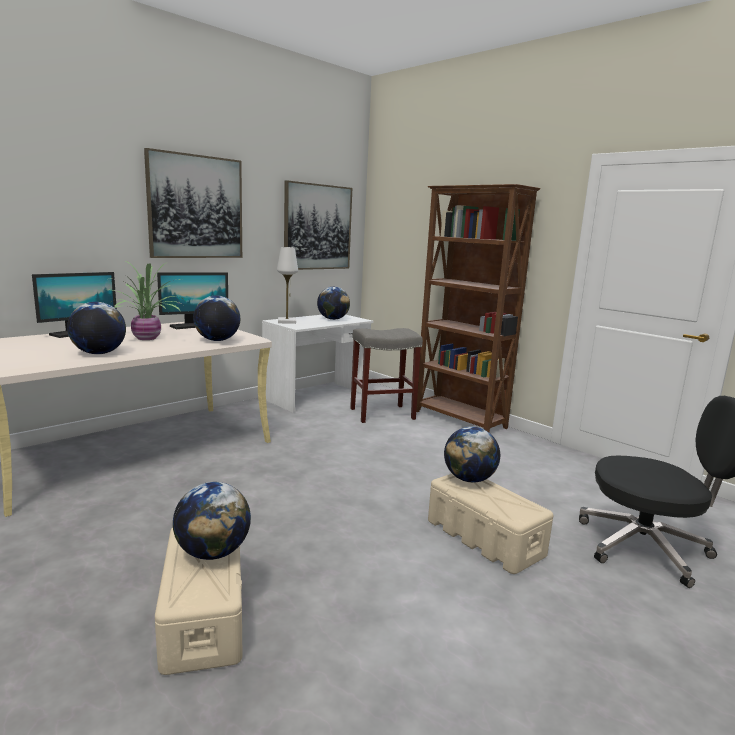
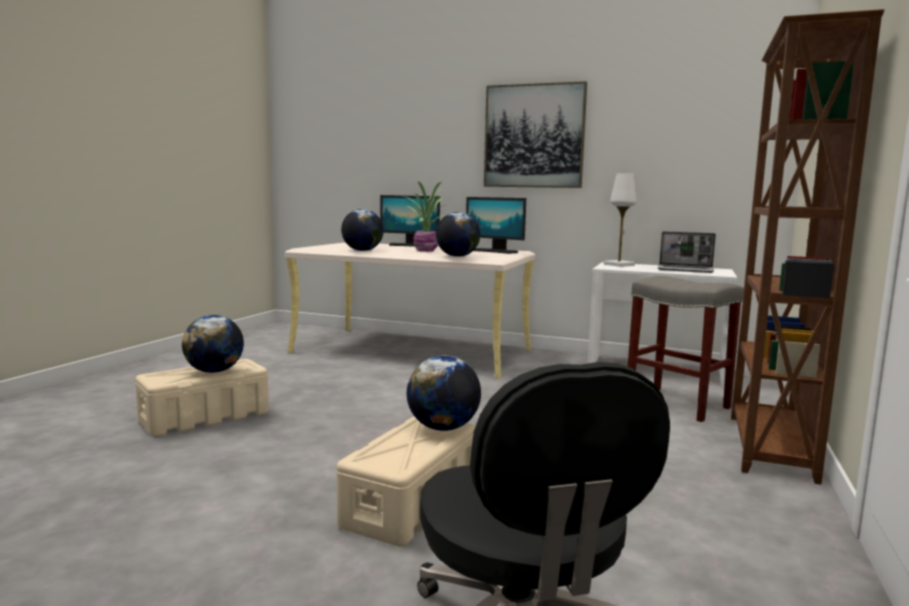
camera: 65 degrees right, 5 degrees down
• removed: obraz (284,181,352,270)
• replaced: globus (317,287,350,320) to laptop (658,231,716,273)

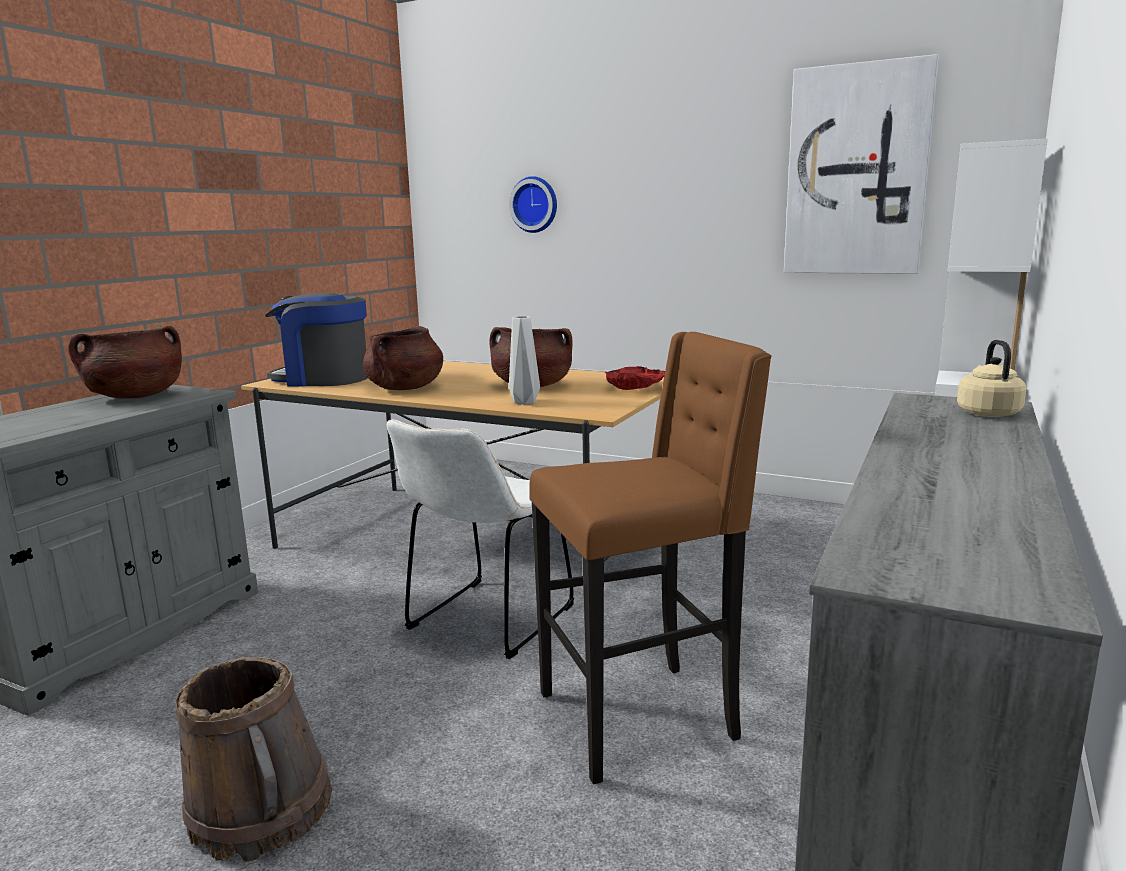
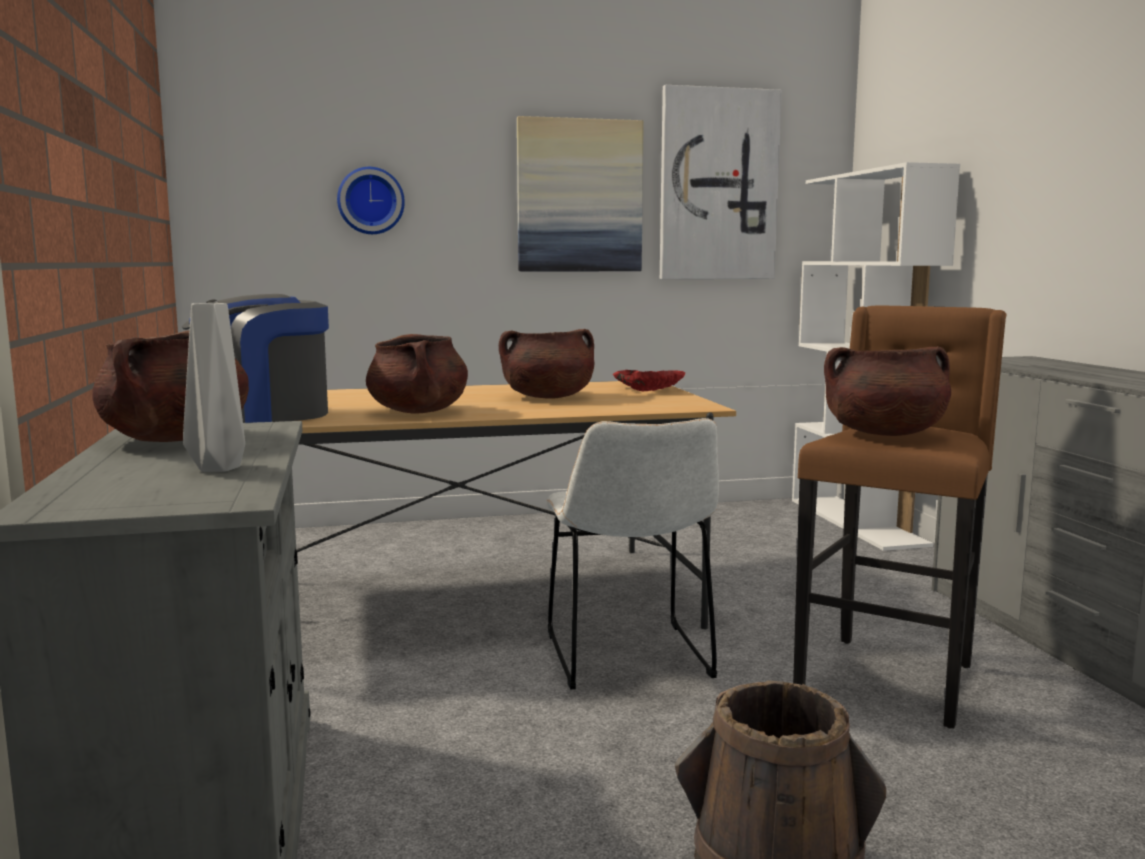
camera: 40 degrees left, 5 degrees down
• moved: wazon/szary (509,316,540,405) to (183,303,245,472)
• removed: czajnik/beżowy (957,340,1026,417)
• added: obraz (517,116,644,271)
• added: garnek/brązowy (824,346,951,436)

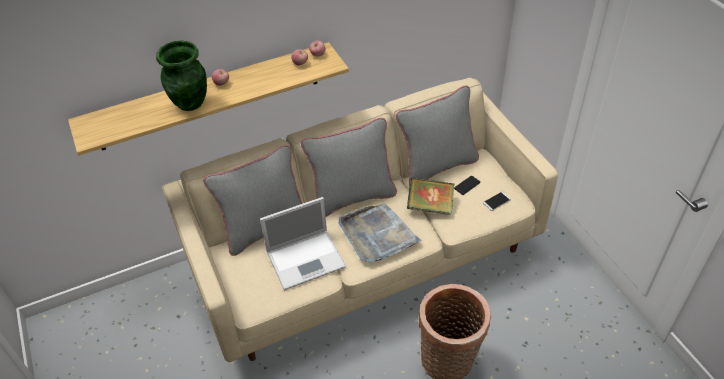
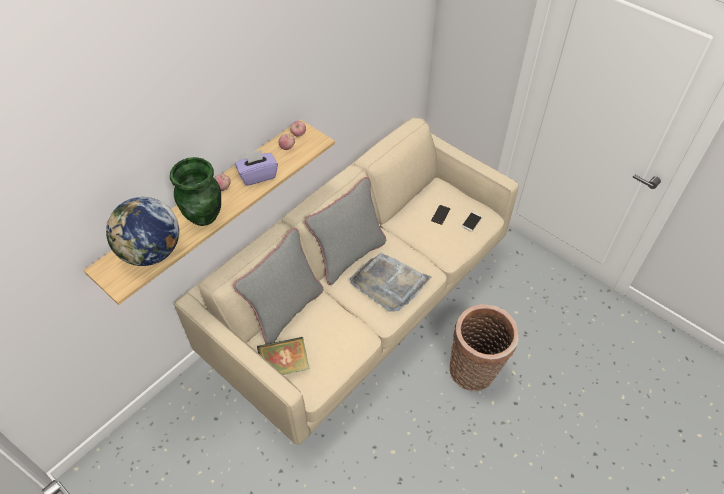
camera: 25 degrees left, 5 degrees up
• removed: laptop (260,197,346,290)
• removed: poduszka/szary (396,86,479,186)
• moved: książka (407,177,454,215) to (257,337,310,375)
• added: globus (106,197,179,266)
• added: pudełko chusteczek/fioletowy (235,150,278,186)

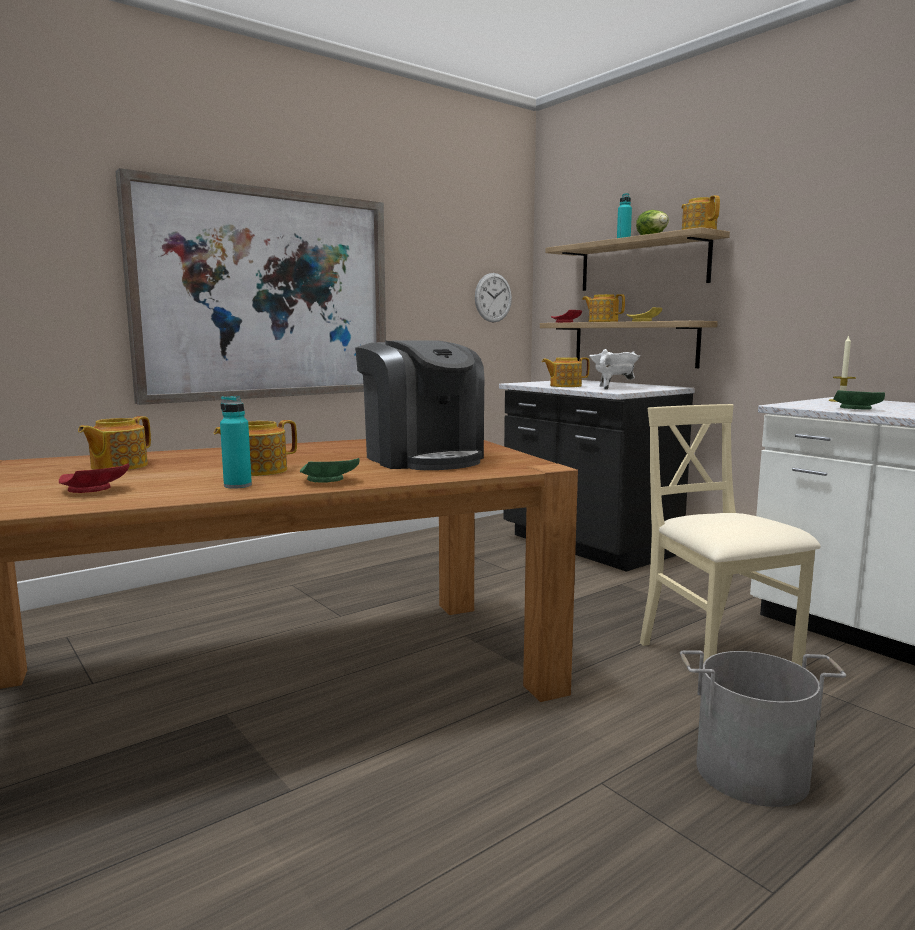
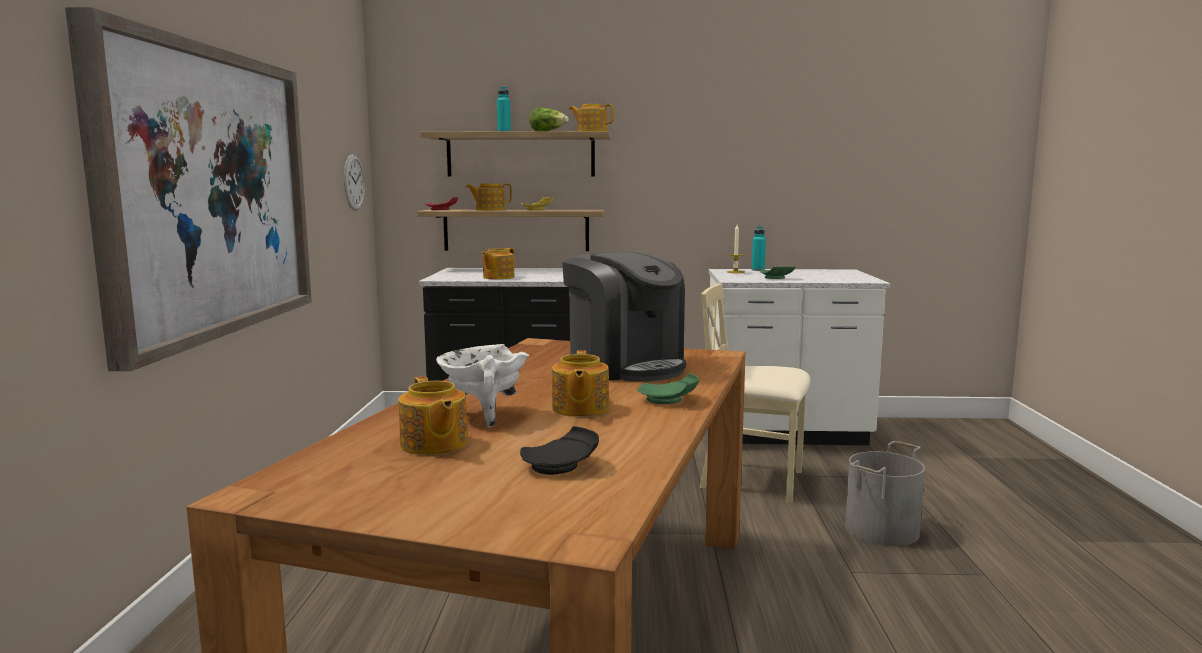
camera: 50 degrees left, 0 degrees up
• recoloured: talerz/czerwony (59,463,129,493) to talerz/czarny (520,426,599,475)
• moved: butelka/turkusowy (220,396,252,489) to (752,226,766,271)
• turned: ekspres do kawy (355,340,484,470) = (562,252,686,382) 45 degrees clockwise
• moved: garnek/biały (589,349,640,390) to (436,344,529,428)

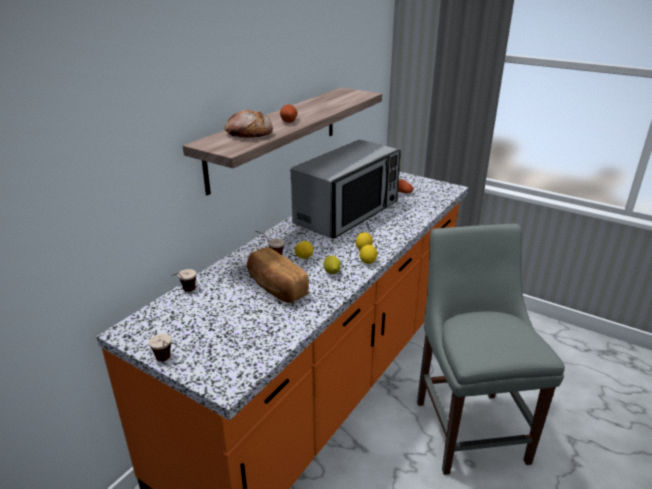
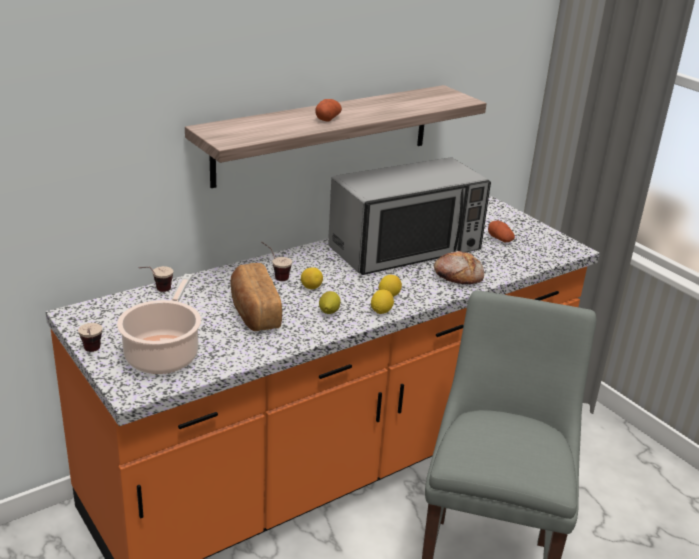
camera: 20 degrees right, 0 degrees up
• moved: chleb (225,110,273,138) to (434,251,484,284)
• added: garnek (117,274,201,374)

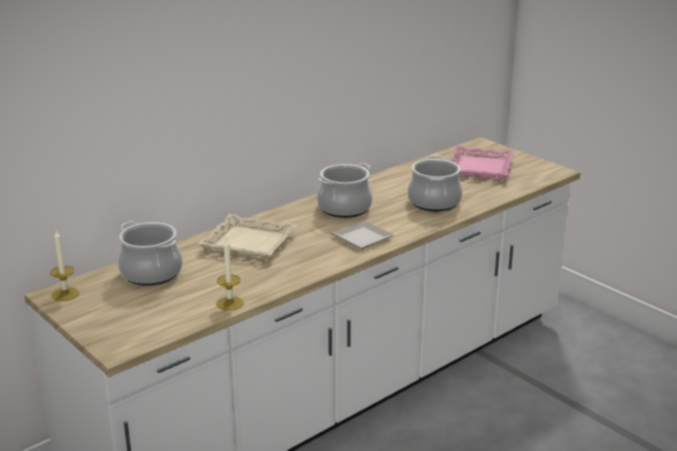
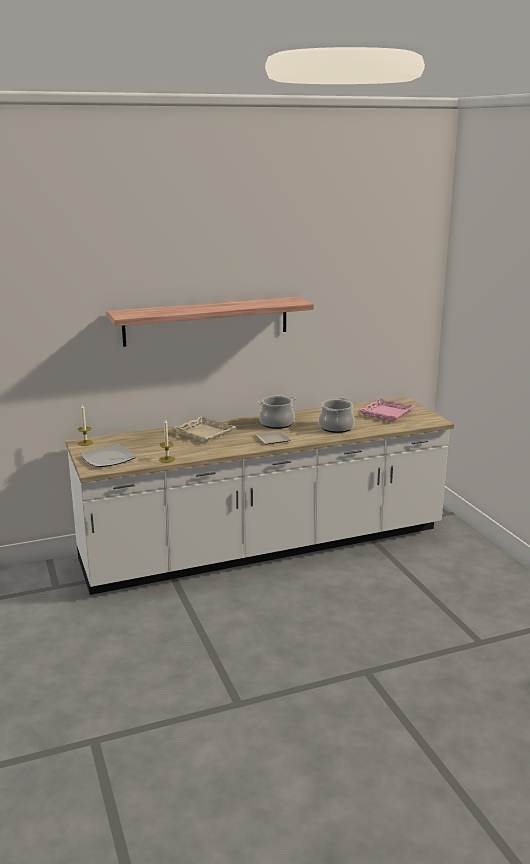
camera: 20 degrees right, 5 degrees down
• removed: garnek (118,221,182,286)
• added: talerz (80,444,136,467)
• added: półka (107,297,314,347)

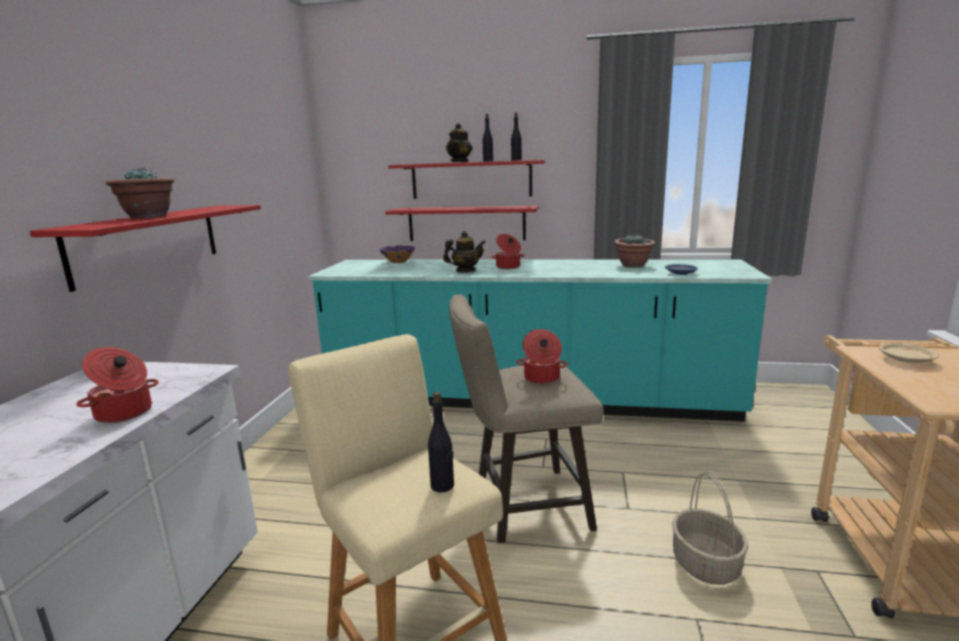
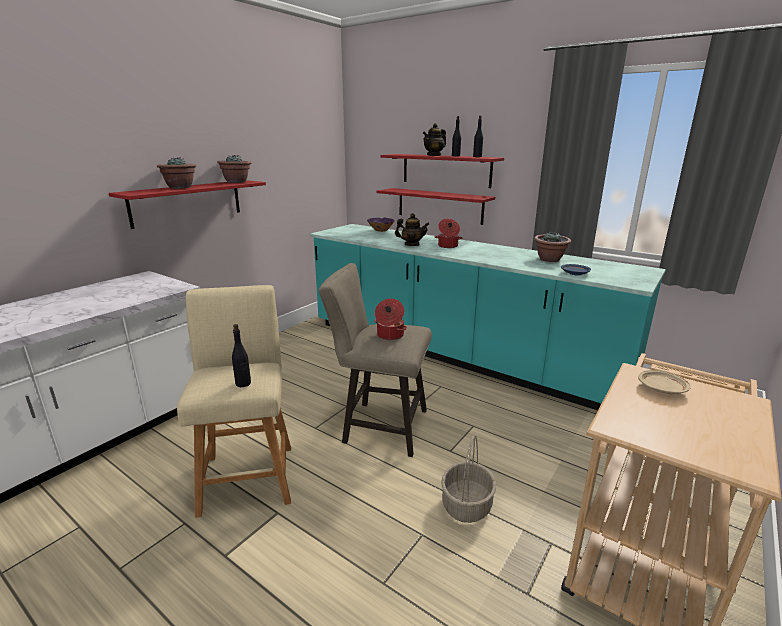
camera: 25 degrees right, 5 degrees up
• removed: garnek (76,347,159,423)
• added: roślina doniczkowa (217,155,251,183)

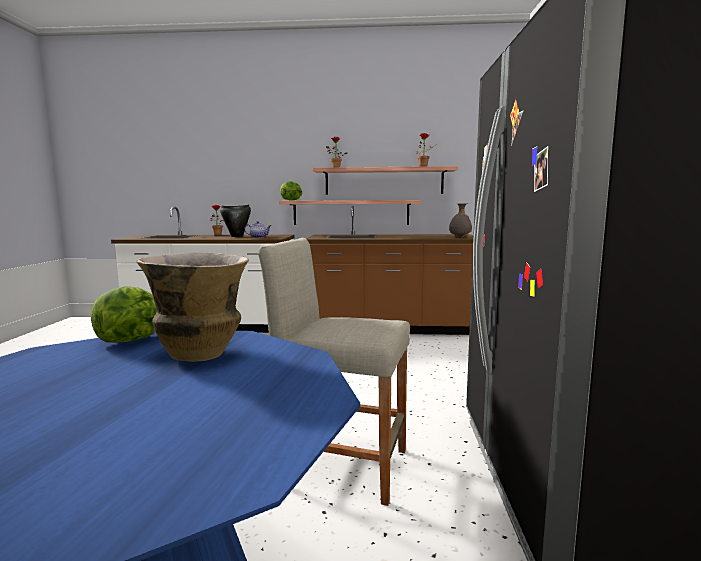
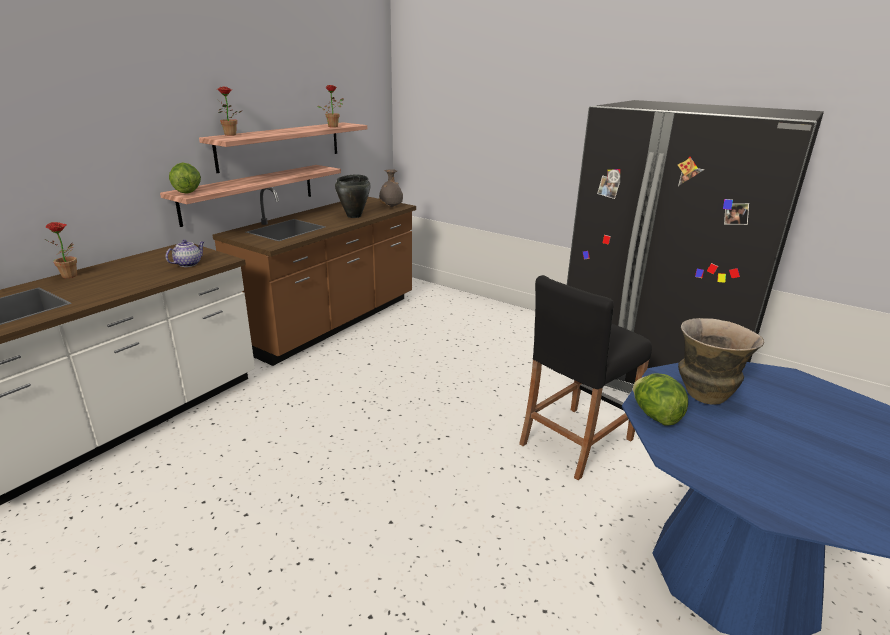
camera: 60 degrees left, 15 degrees up
• moved: garnek/czarny (220,204,251,237) to (335,174,371,218)
• recoloured: stołek/beżowy (259,238,410,506) to stołek/czarny (519,275,652,480)

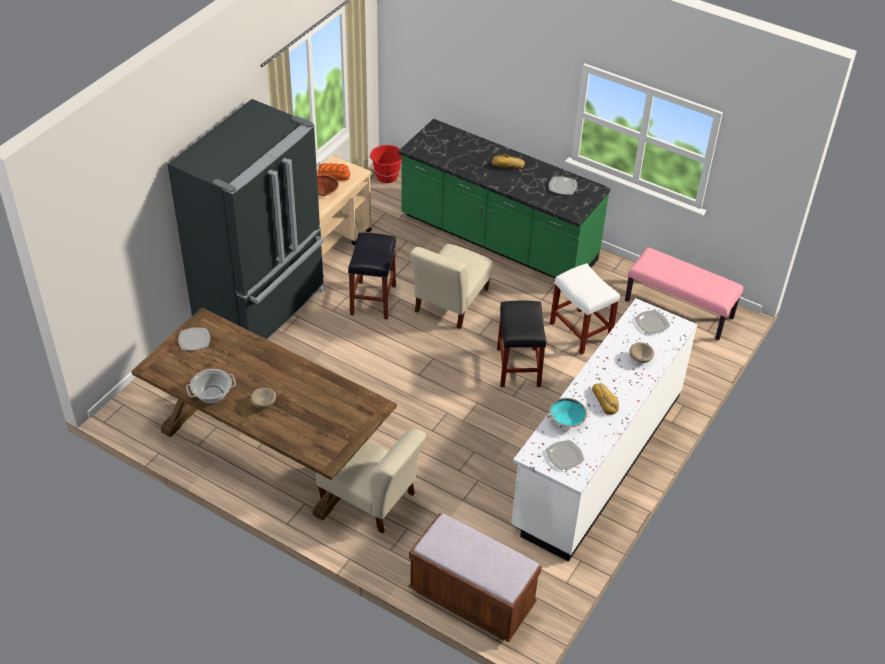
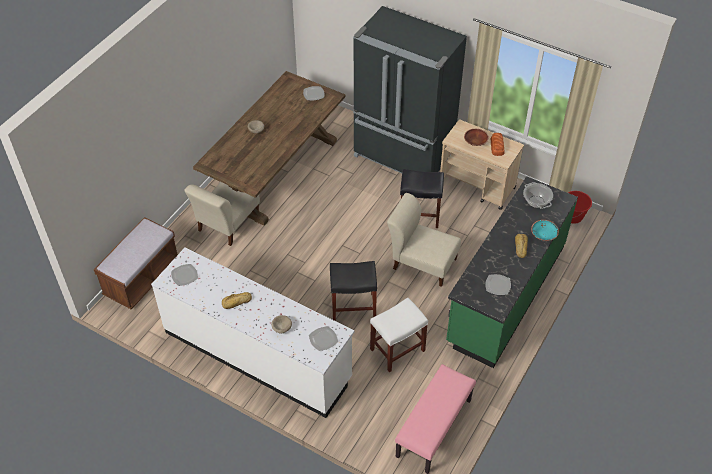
camera: 90 degrees right, 5 degrees up
• moved: garnek (186,369,236,403) to (523,182,553,209)
• moved: miska/turkusowy (549,398,587,427) to (531,220,559,241)

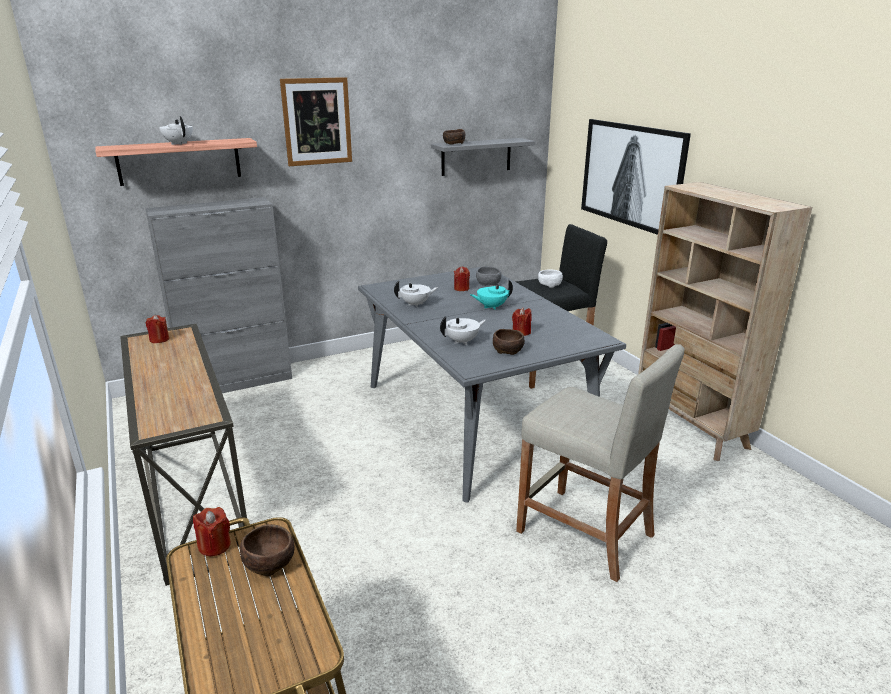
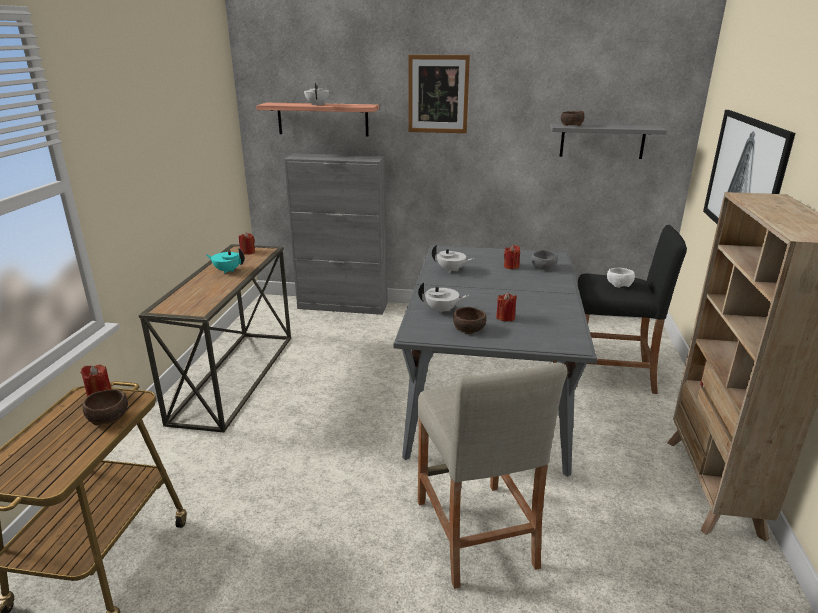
camera: 35 degrees right, 0 degrees up
• moved: imbryk/turkusowy (470,280,513,310) to (206,248,245,273)

